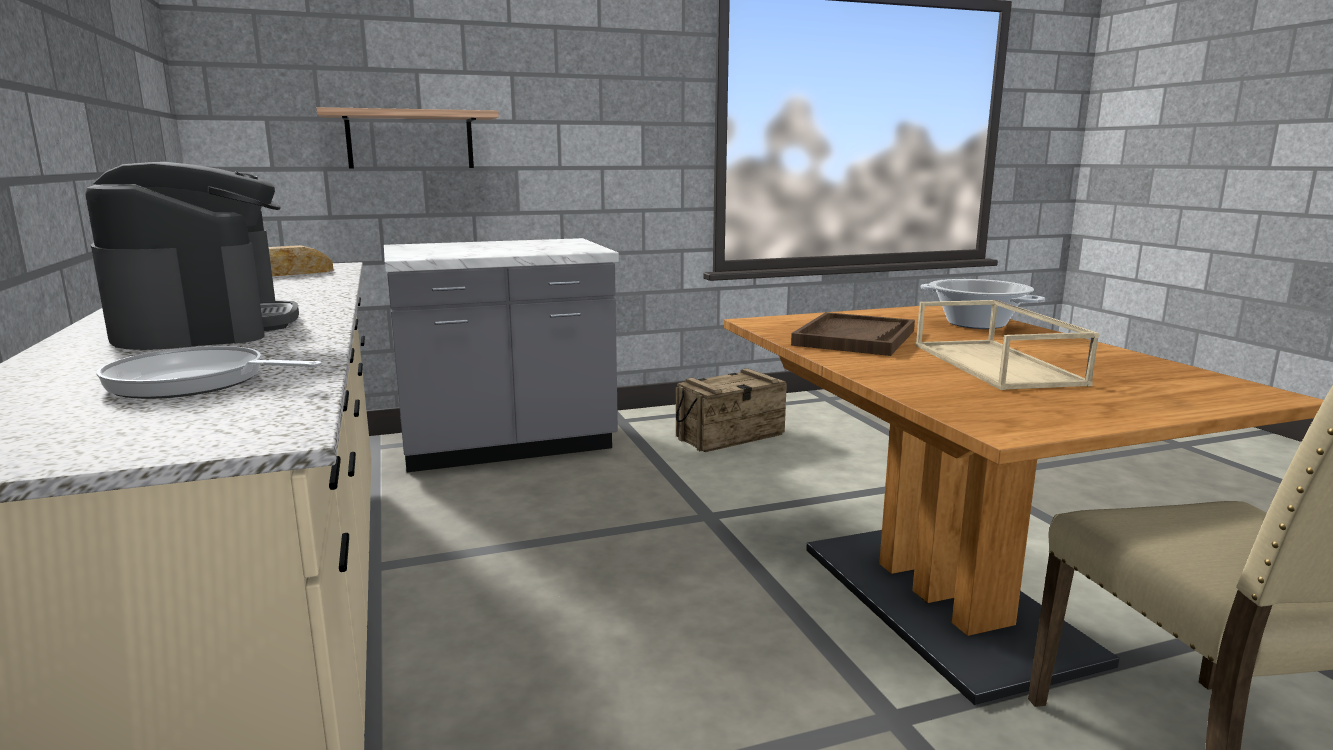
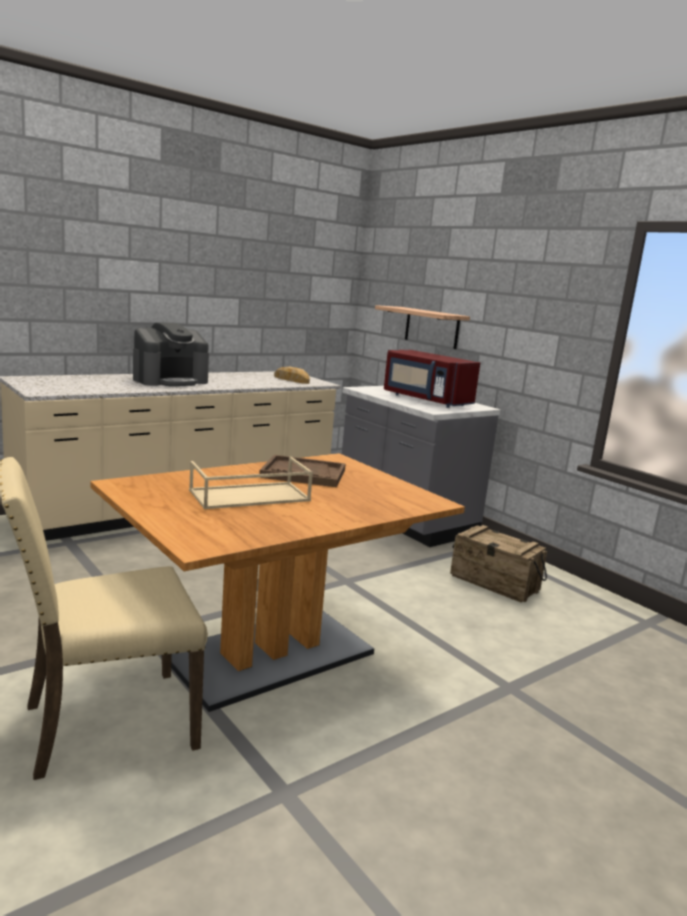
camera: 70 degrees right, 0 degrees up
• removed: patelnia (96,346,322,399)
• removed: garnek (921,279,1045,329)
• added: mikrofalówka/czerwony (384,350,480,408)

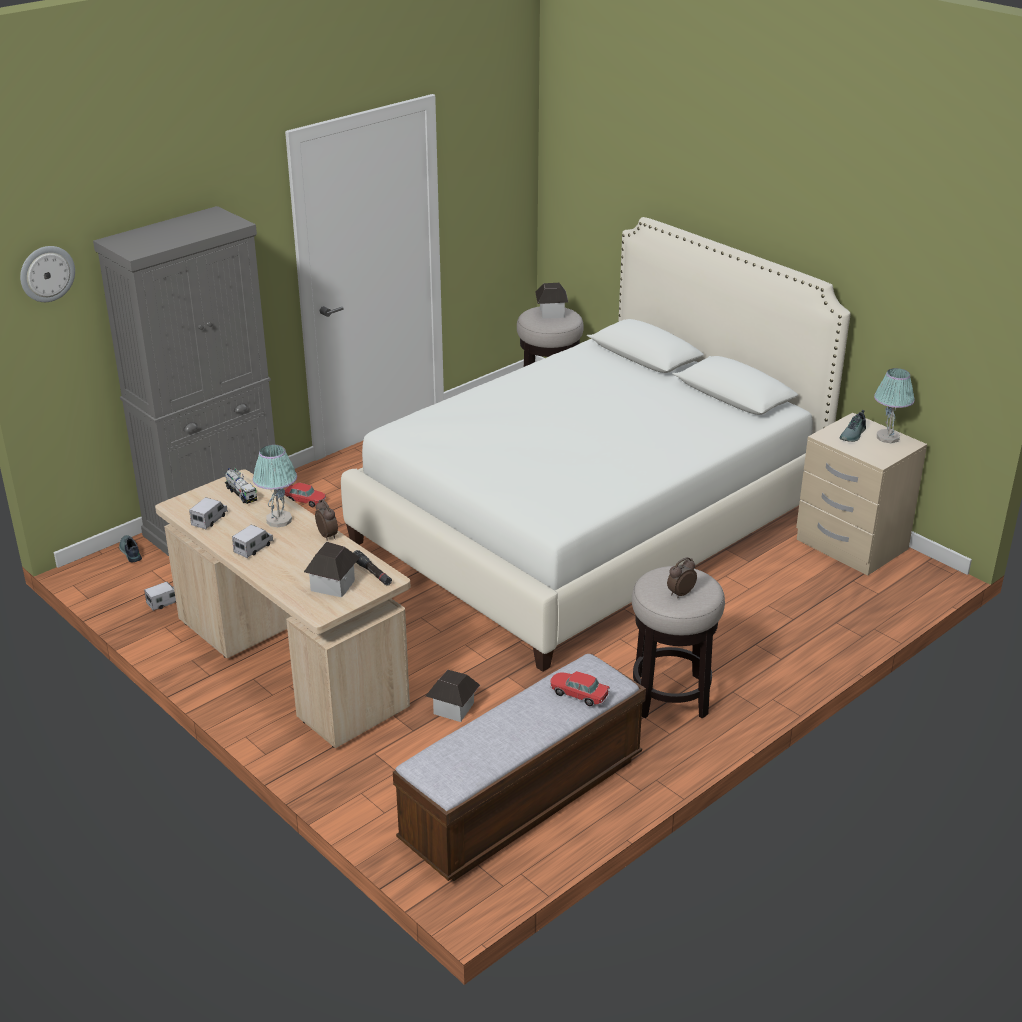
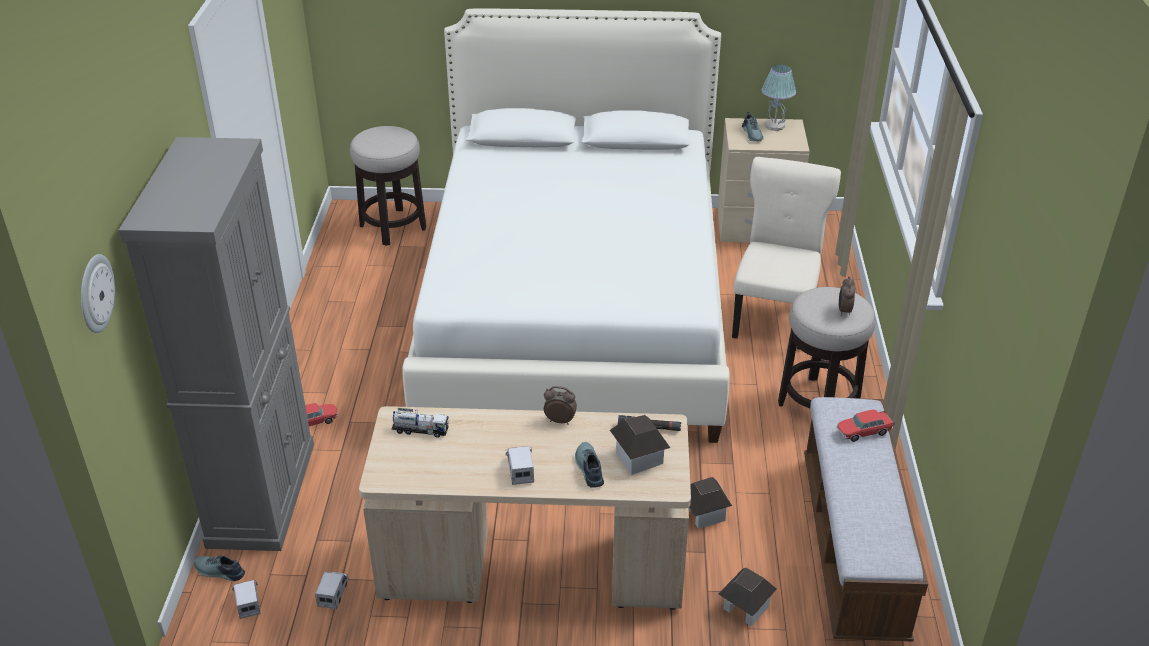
camera: 45 degrees left, 5 degrees up
• moved: ciężarówka zabawkowa (189,497,228,530) to (232,580,261,619)
• removed: lampa stołowa (253,445,297,527)
• moved: domek (535,283,568,319) to (718,568,777,626)
• added: but (575,442,604,488)
• added: krzesło/beżowy (732,157,841,350)

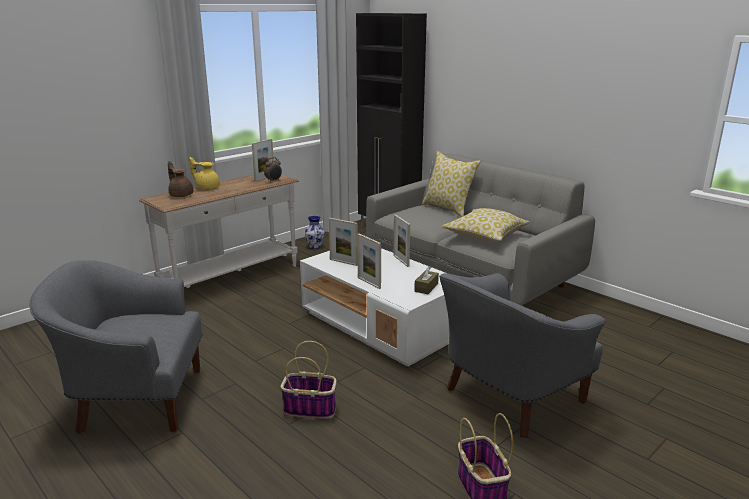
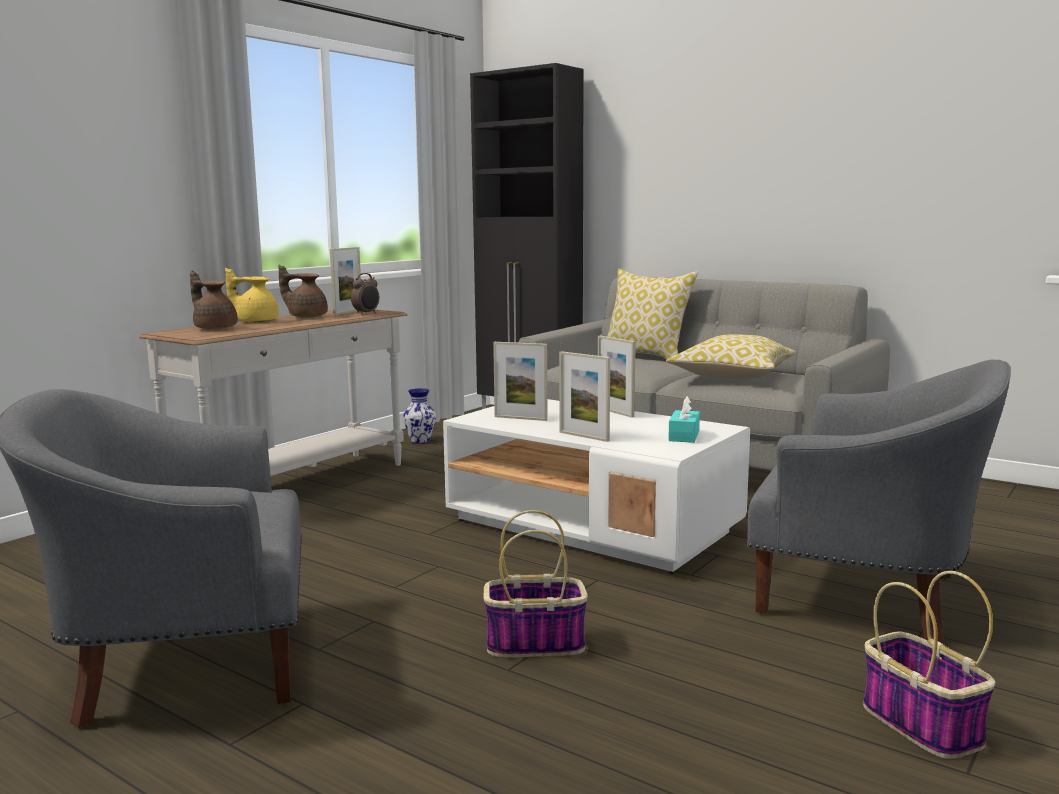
camera: 10 degrees left, 10 degrees down
• recoloured: pudełko chusteczek/brązowy (414,266,439,294) to pudełko chusteczek/turkusowy (668,396,700,443)
• turned: fotel/szary (439,273,606,438) = (746,360,1011,644) 105 degrees counterclockwise
• added: imbryk/brązowy (278,265,328,318)

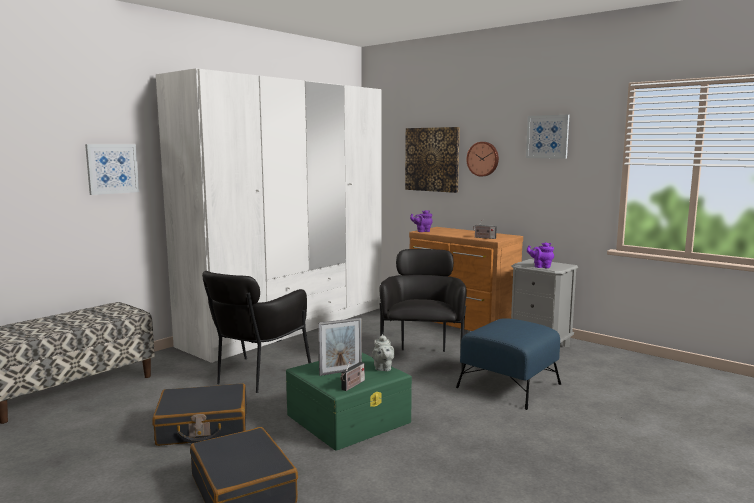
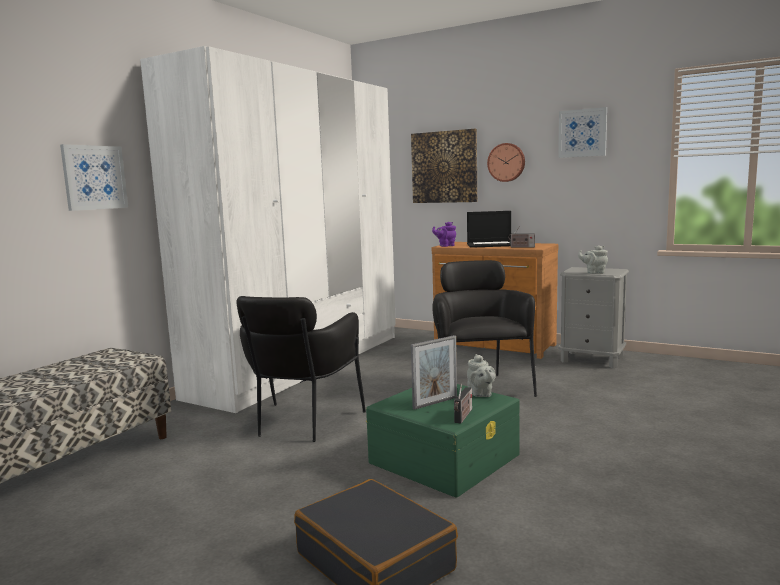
camera: 10 degrees left, 0 degrees up
• removed: walizka/czarny (153,383,246,446)
• removed: pufa/niebieski (456,318,561,410)
• recoloured: imbryk/fioletowy (527,242,554,268) to imbryk/szary (578,246,608,274)
• added: laptop (467,211,511,248)

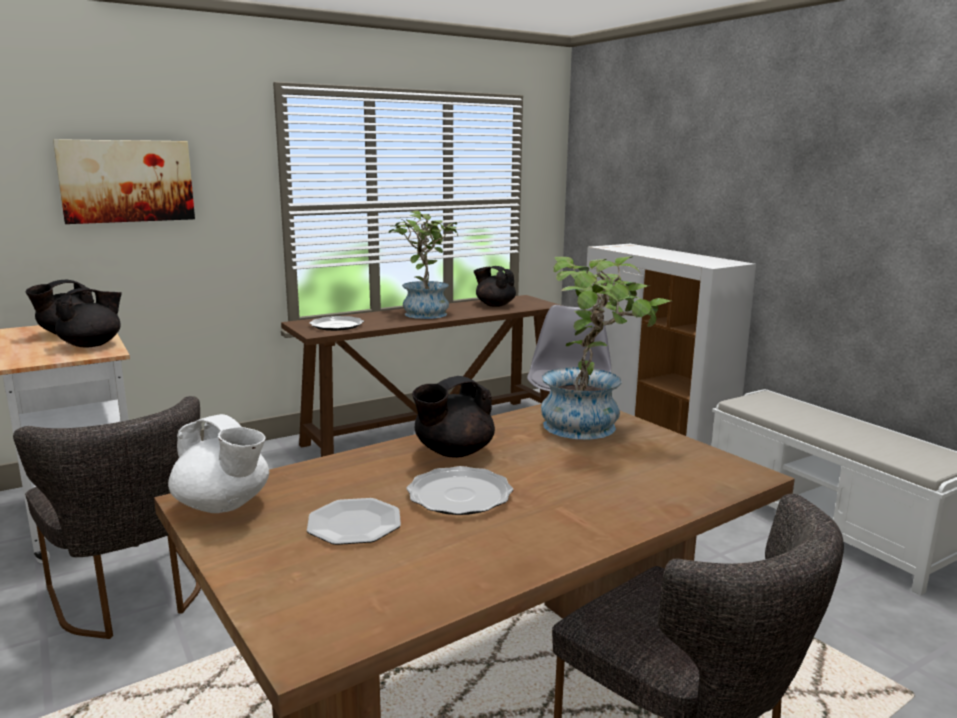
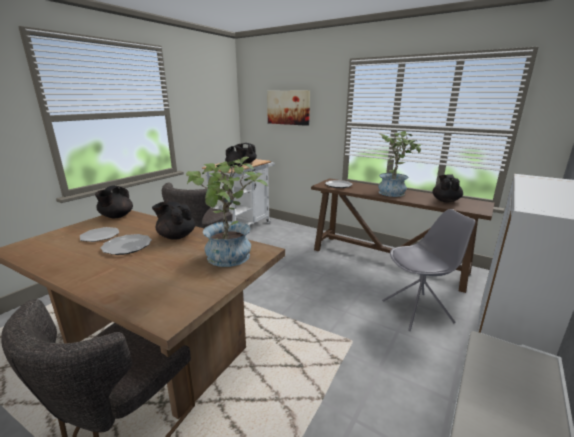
camera: 65 degrees right, 5 degrees up
• recoloured: imbryk/biały (168,414,269,513) to imbryk/czarny (95,186,133,218)

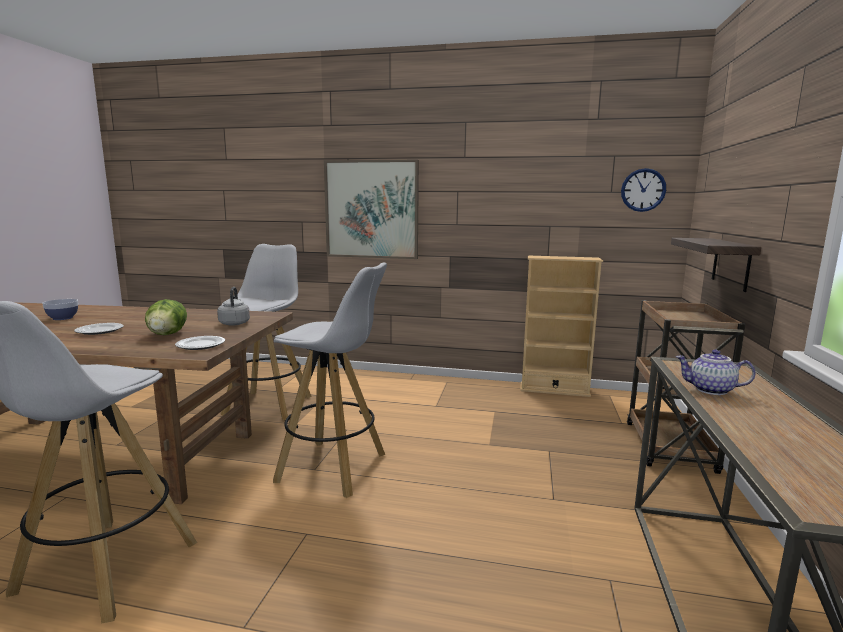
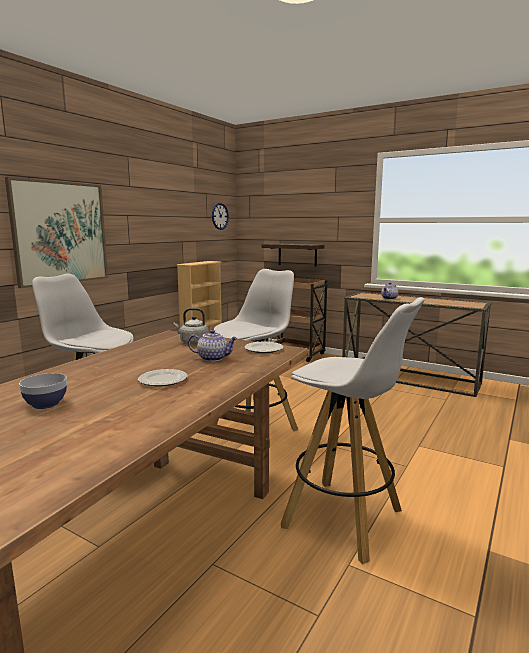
camera: 70 degrees left, 0 degrees up
• replaced: sałata (145,299,187,335) to imbryk (188,329,238,362)

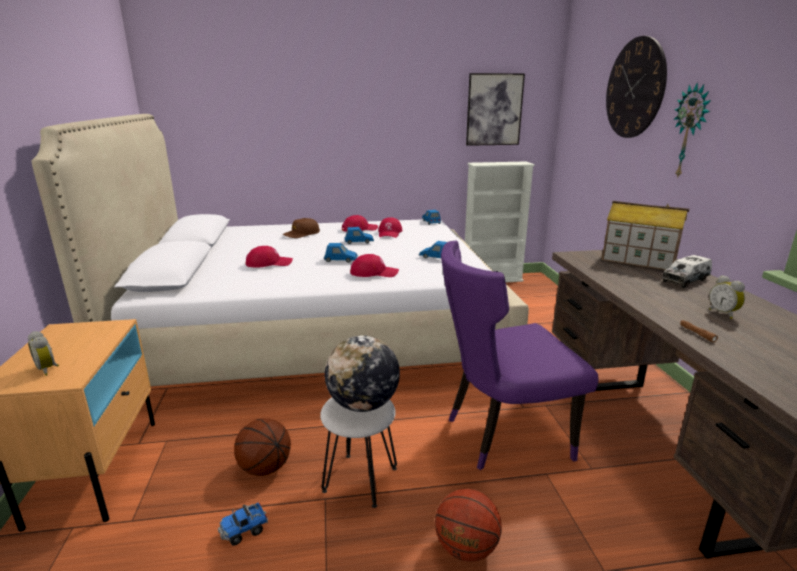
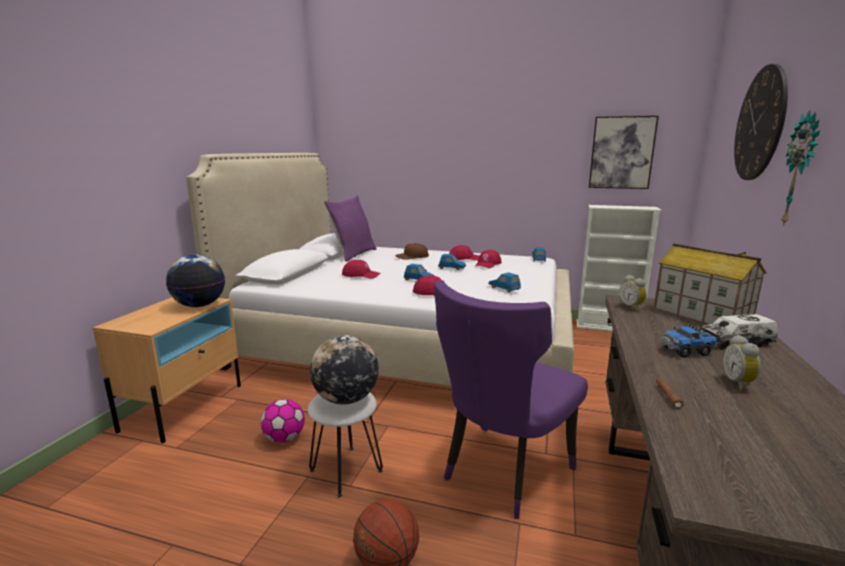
camera: 25 degrees right, 5 degrees down
• moved: budzik (28,331,59,376) to (619,275,647,311)
• moved: ciężarówka zabawkowa (218,502,268,546) to (661,323,717,358)
• replaced: piłka do koszykówki (234,418,291,476) to piłka futbolowa (261,399,305,443)
• turned: krzesło/fioletowy (441,241,598,470) = (434,280,588,519) 60 degrees counterclockwise
• added: globus (166,254,225,307)
• added: poduszka/fioletowy (324,195,376,262)

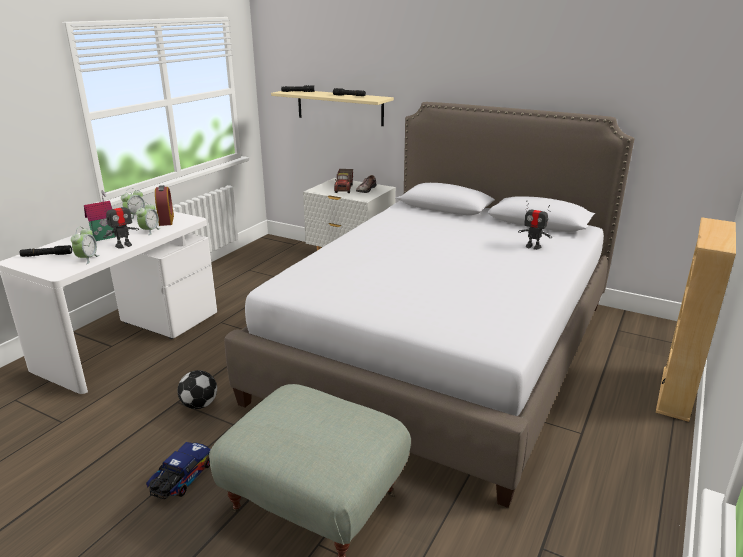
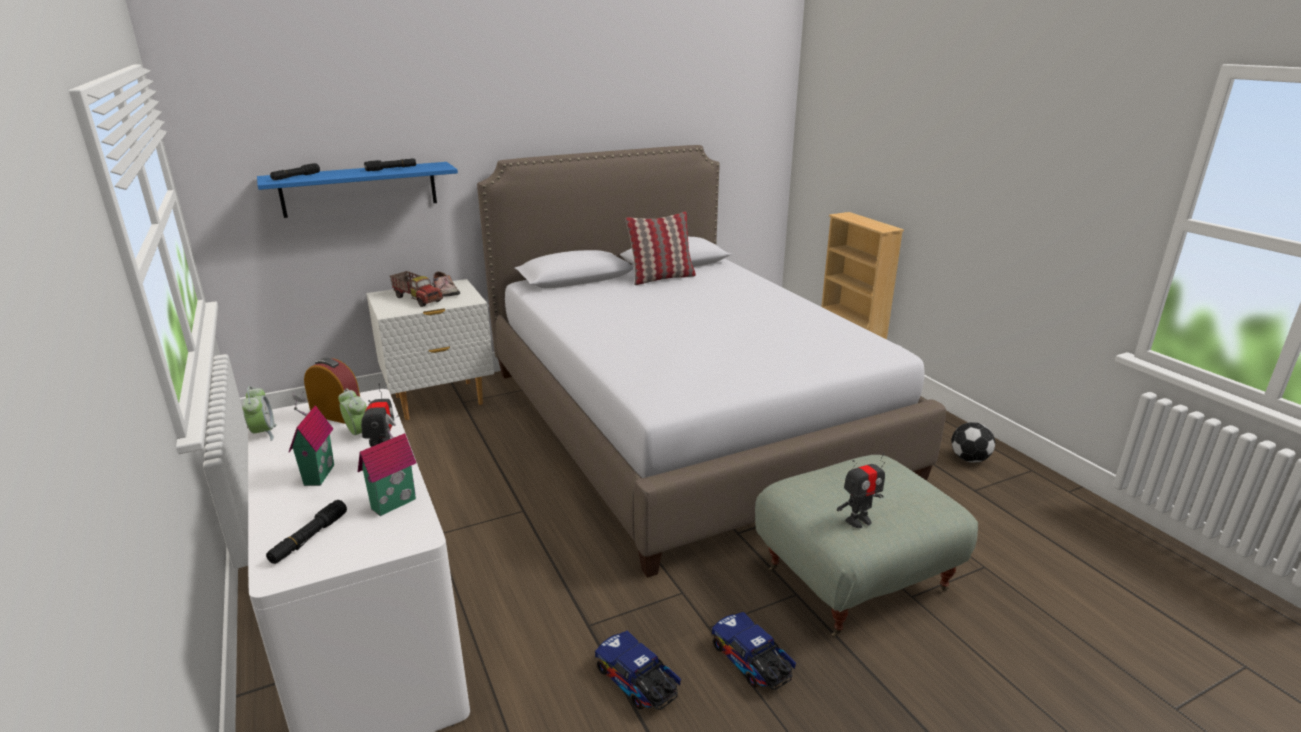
camera: 55 degrees left, 0 degrees up
• replaced: budzik (71,227,100,264) to domek (358,414,416,516)
• moved: piłka futbolowa (177,370,217,409) to (951,422,995,463)
• recoloured: półka/beżowy (271,91,394,126) to półka/niebieski (257,162,458,218)
• moved: robot zabawkowy (518,200,552,250) to (837,453,885,528)
• added: ciężarówka zabawkowa (595,630,681,710)
• added: poduszka (625,211,696,285)

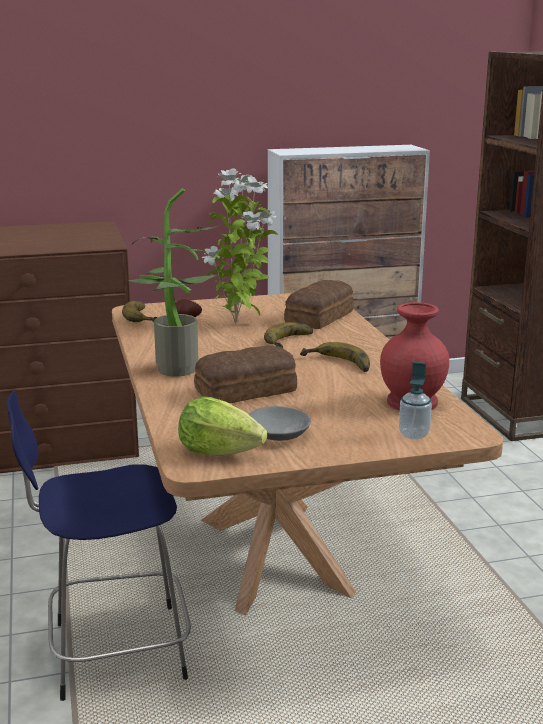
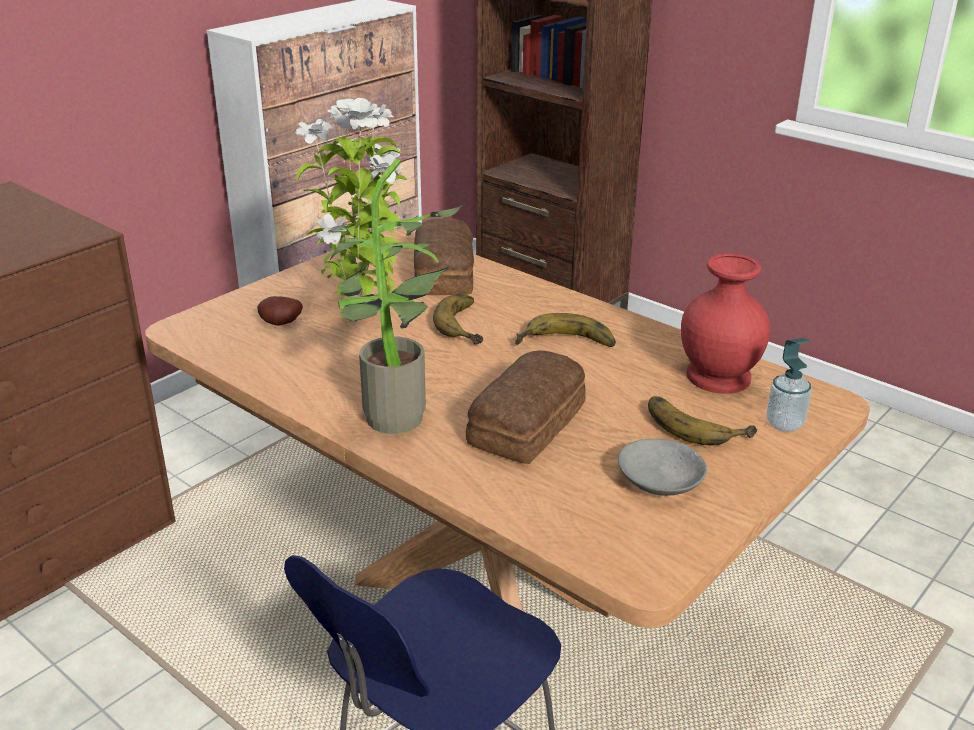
camera: 35 degrees left, 10 degrees up
• moved: banan (122,301,157,322) to (648,396,758,446)
• removed: sałata (178,397,267,456)

